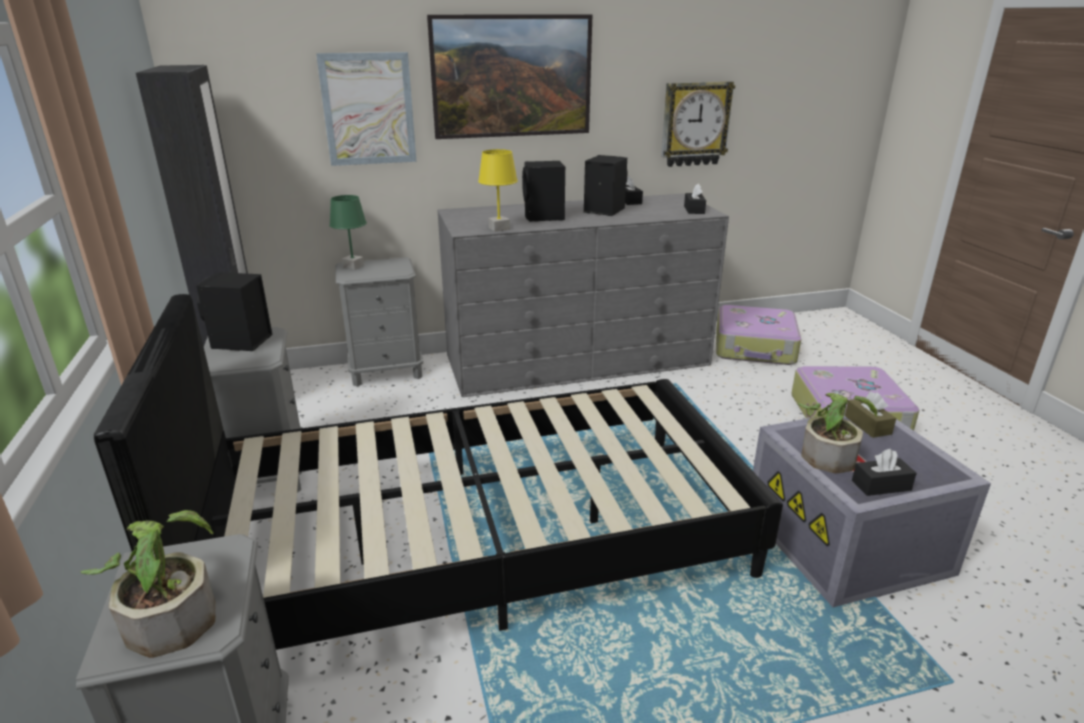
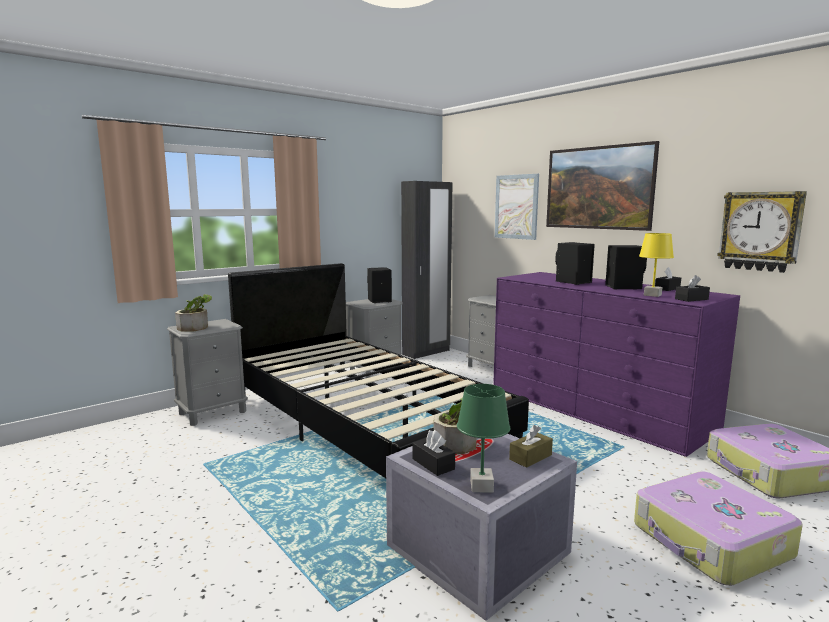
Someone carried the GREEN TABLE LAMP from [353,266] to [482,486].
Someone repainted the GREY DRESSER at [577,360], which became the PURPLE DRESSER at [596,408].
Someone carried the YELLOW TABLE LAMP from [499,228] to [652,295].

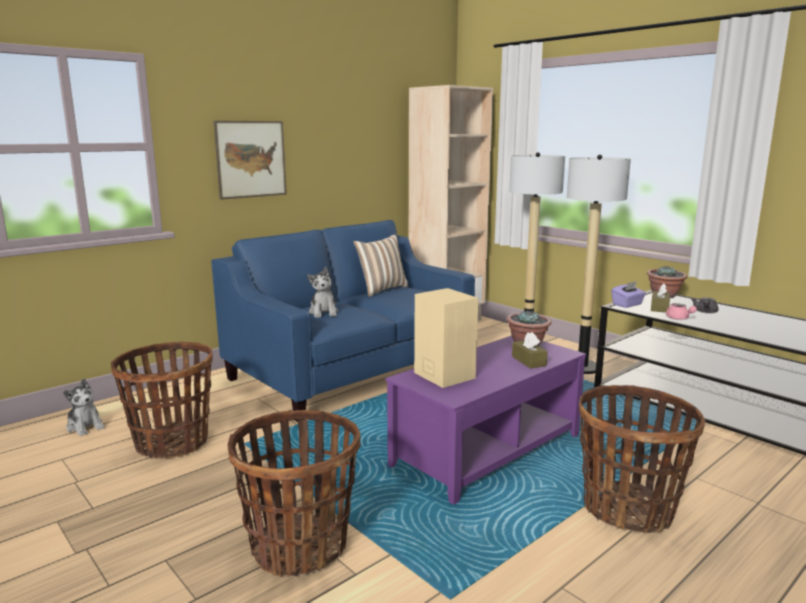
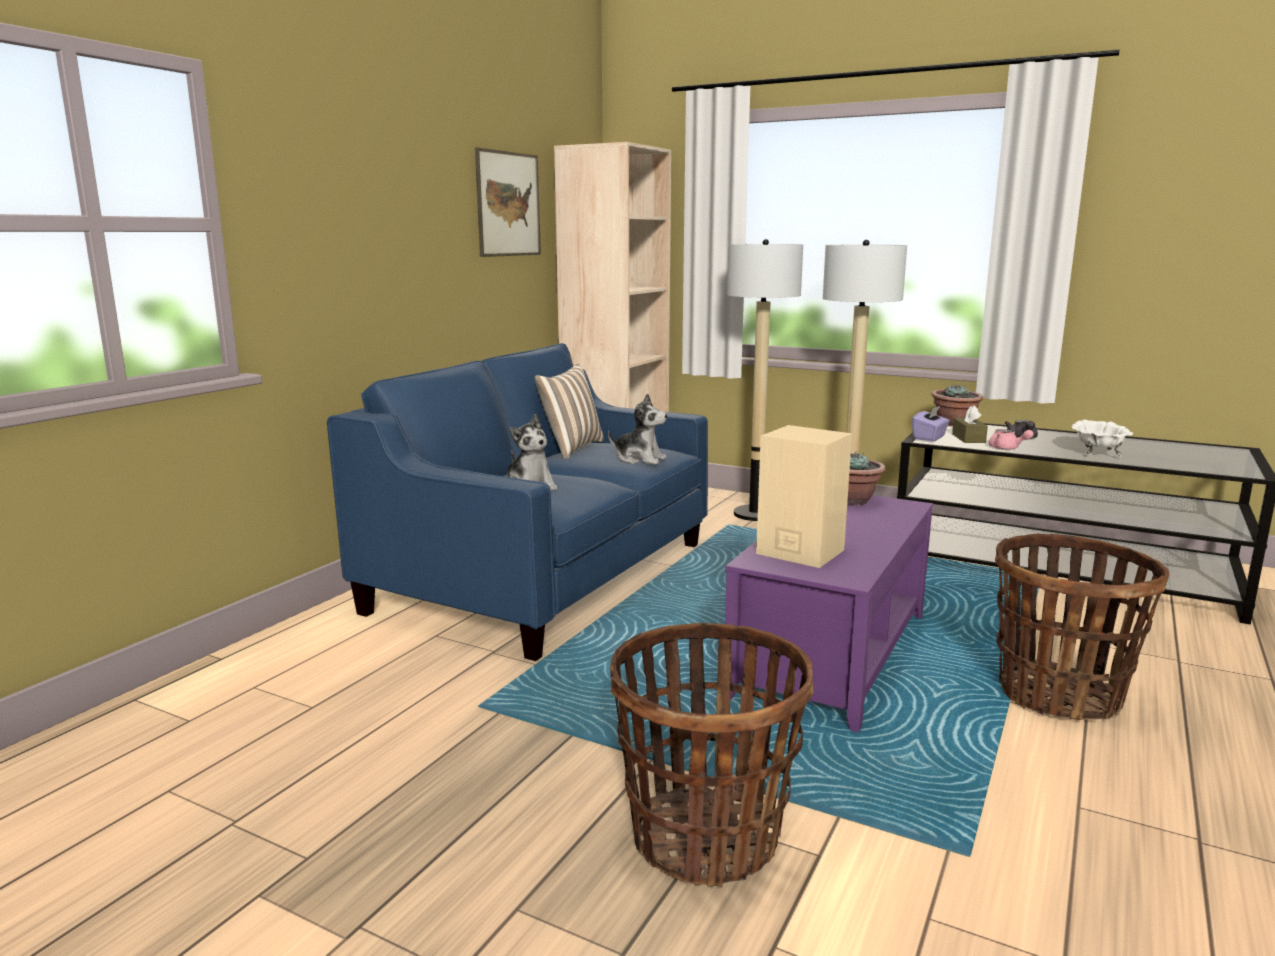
Someone carried the PLUSH TOY from [85,426] to [639,459].
Someone took away the BASKET at [171,442].
Someone carried the PICTURE from [251,159] to [508,204].
Someone took away the BROWN TISSUE BOX at [528,361].
Someone put down the WHITE BOWL at [1097,453].

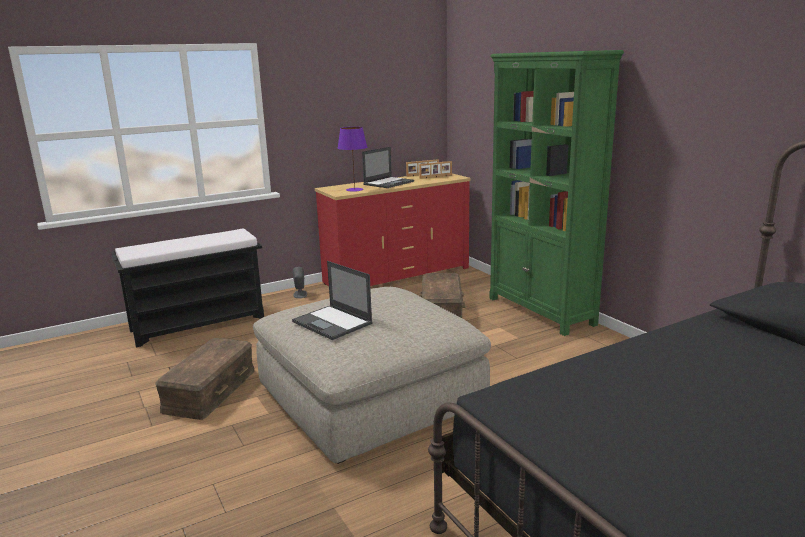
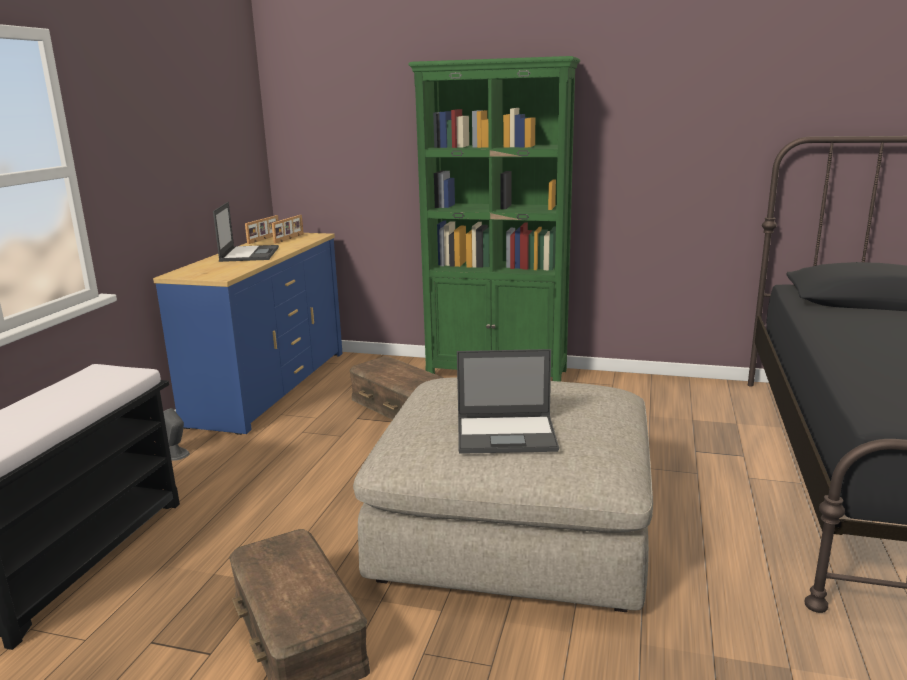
Someone repainted the RED DRESSER at [397,275], which became the BLUE DRESSER at [269,387].
Someone took away the PURPLE TABLE LAMP at [354,189].

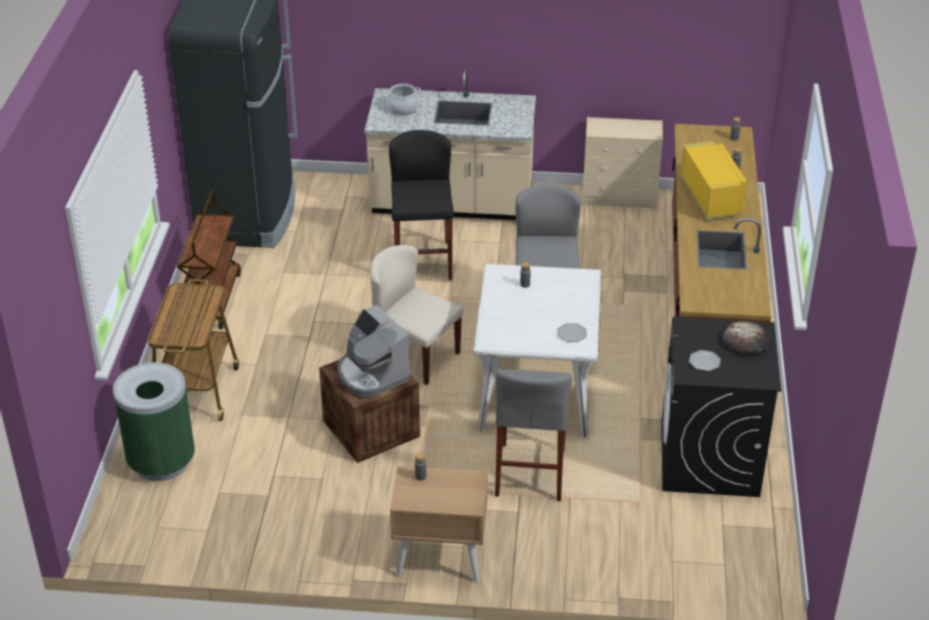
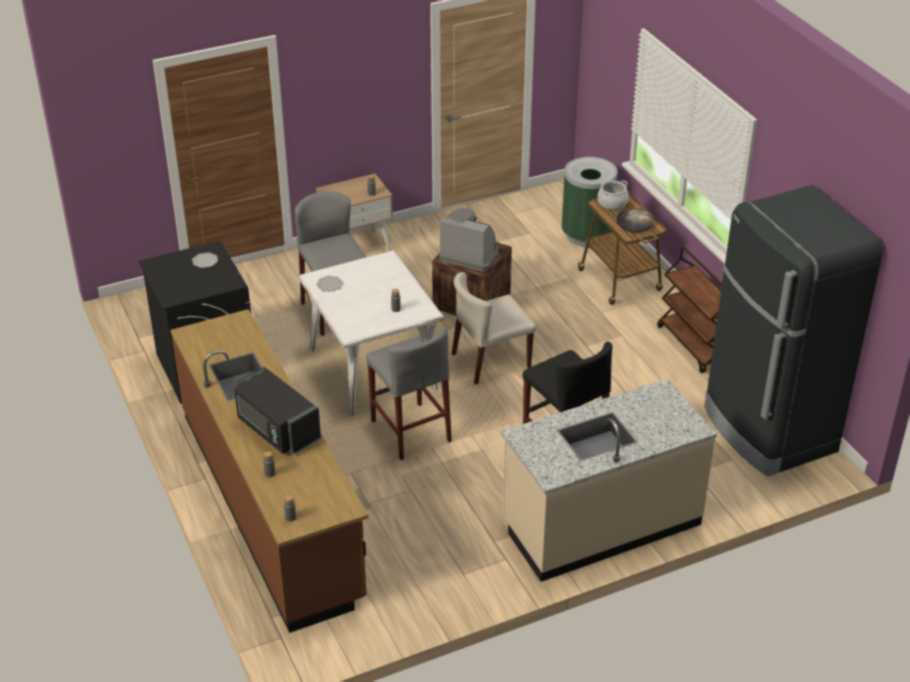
Someone rotated the BEIGE CHAIR at [414,356] by 150 degrees clockwise.
Someone carried the COOKING POT from [403,108] to [612,203].
Someone took away the BEIGE DRESSER at [620,198].
Someone repainted the YELLOW MICROWAVE at [712,197], which became the BLACK MICROWAVE at [276,429].
Someone carried the BREAD from [746,341] to [634,222].

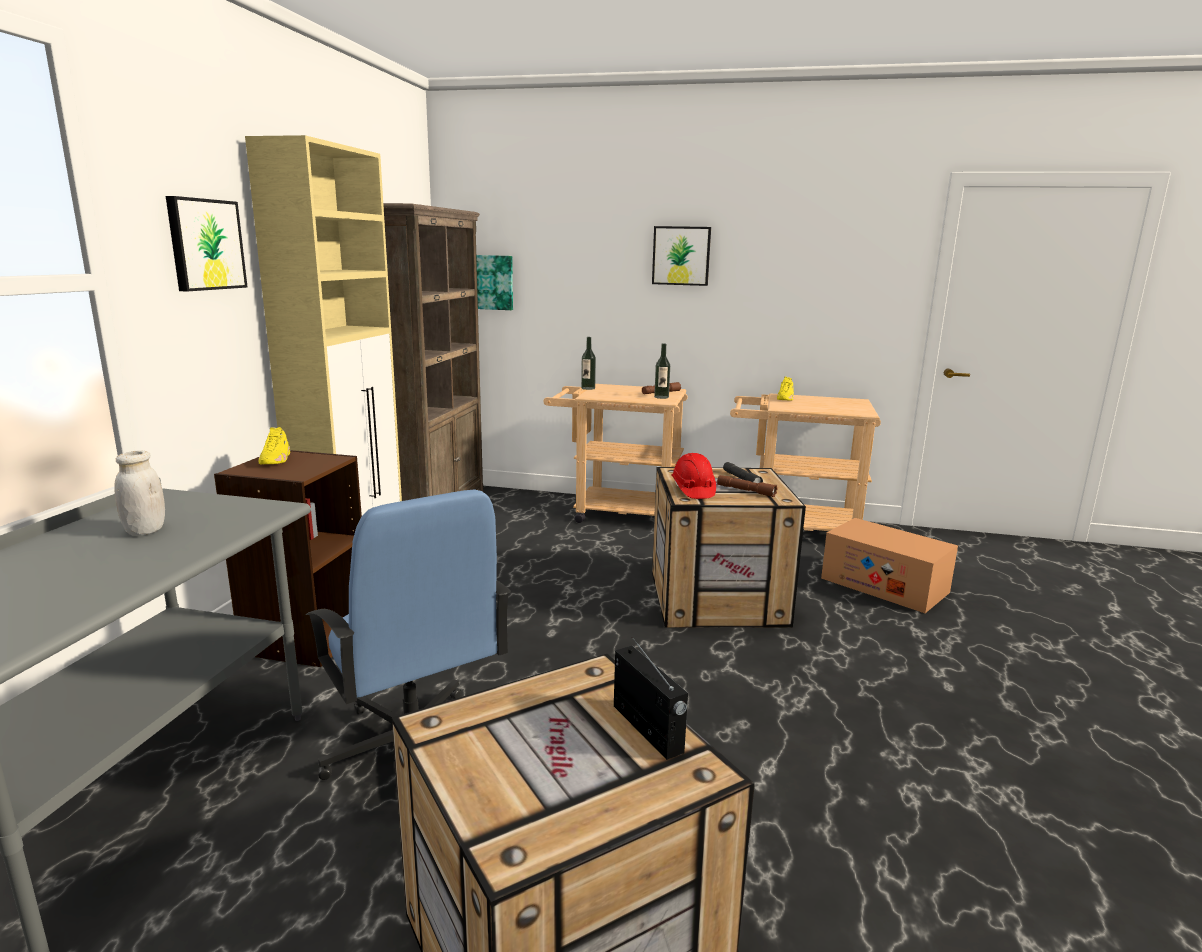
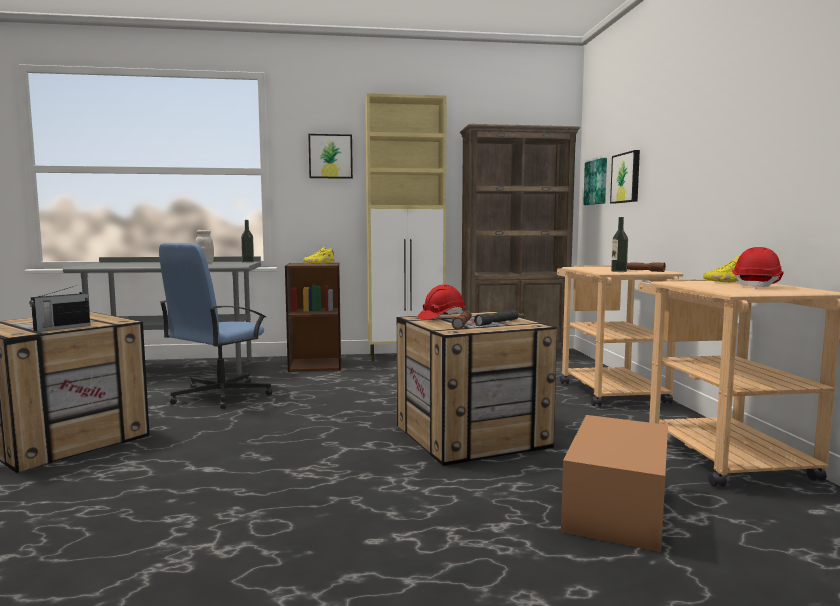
Someone carried the BOTTLE from [588,388] to [248,262].
Someone carried the PICTURE from [681,256] to [626,178].
Someone put down the RED HARD HAT at [757,286].

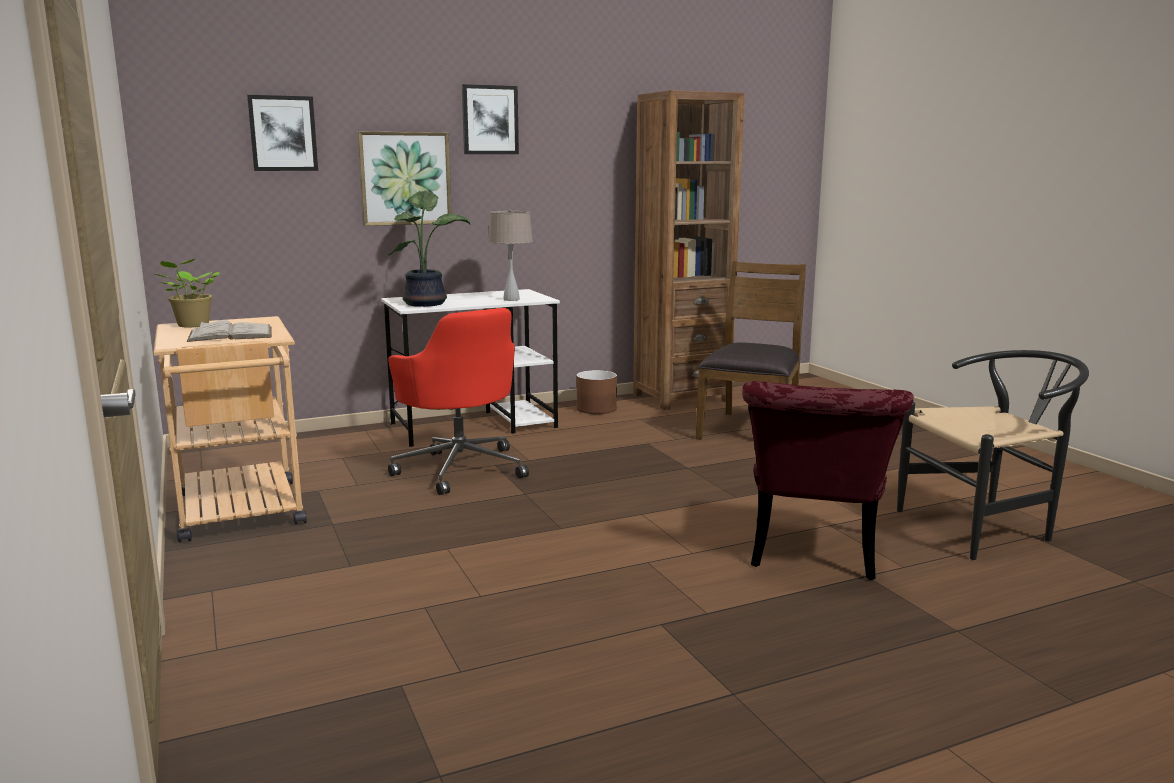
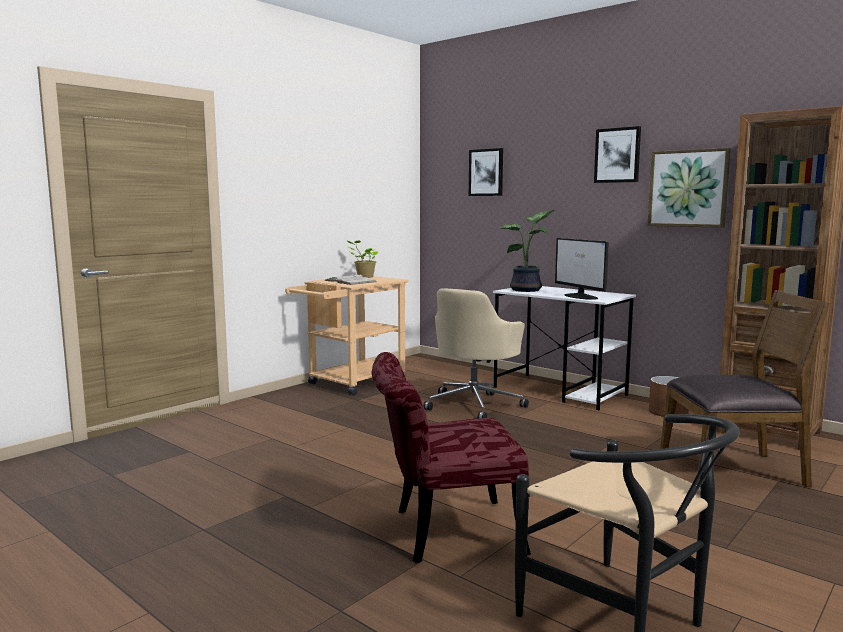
Someone carried the PICTURE from [405,178] to [688,188].
Someone repainted the RED OFFICE CHAIR at [460,468], which became the BEIGE OFFICE CHAIR at [475,404].
Someone swapped the BEIGE TABLE LAMP at [511,299] for the MONITOR at [581,296].

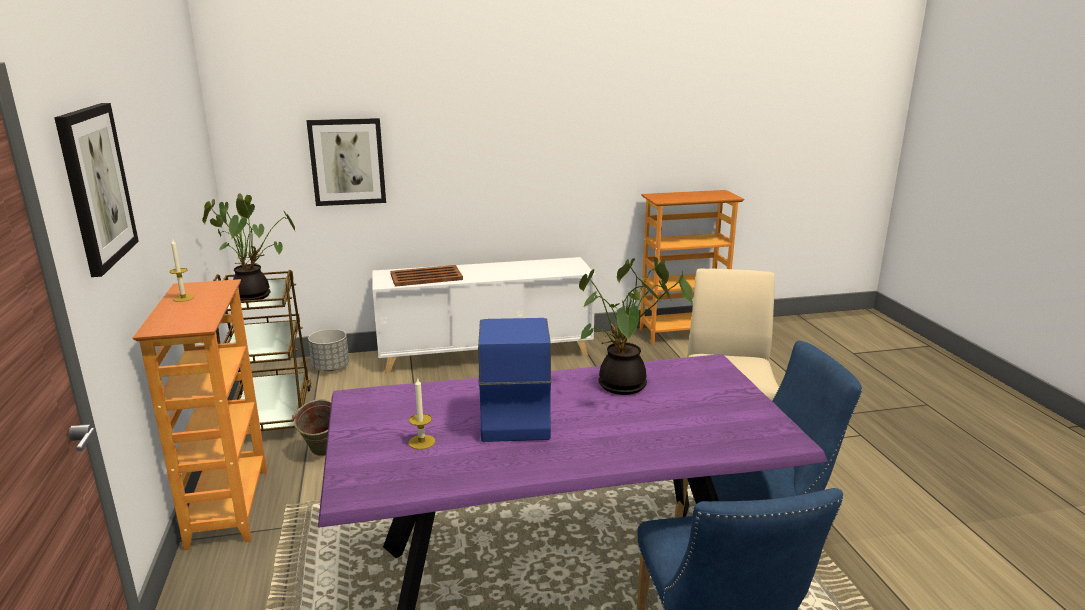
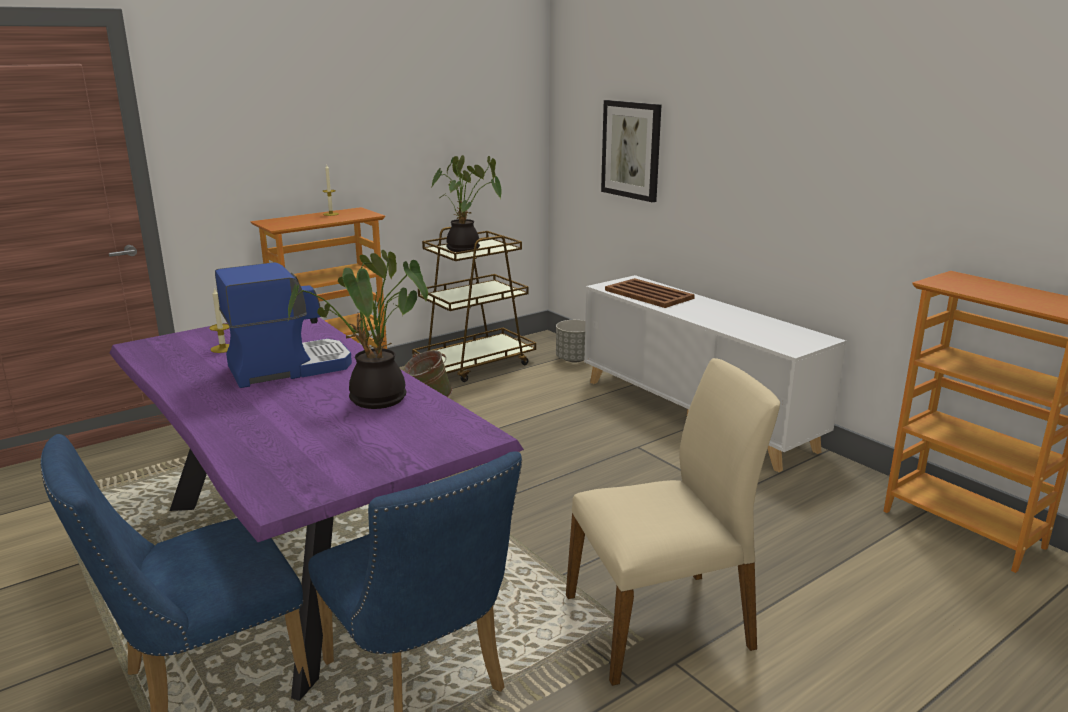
Someone took away the PICTURE at [96,186].

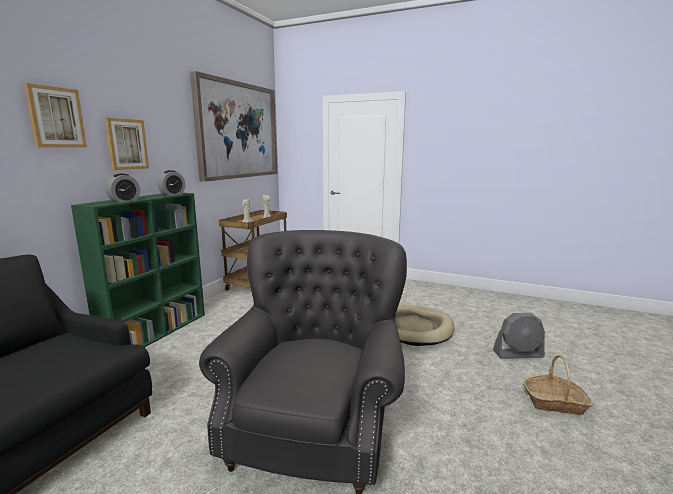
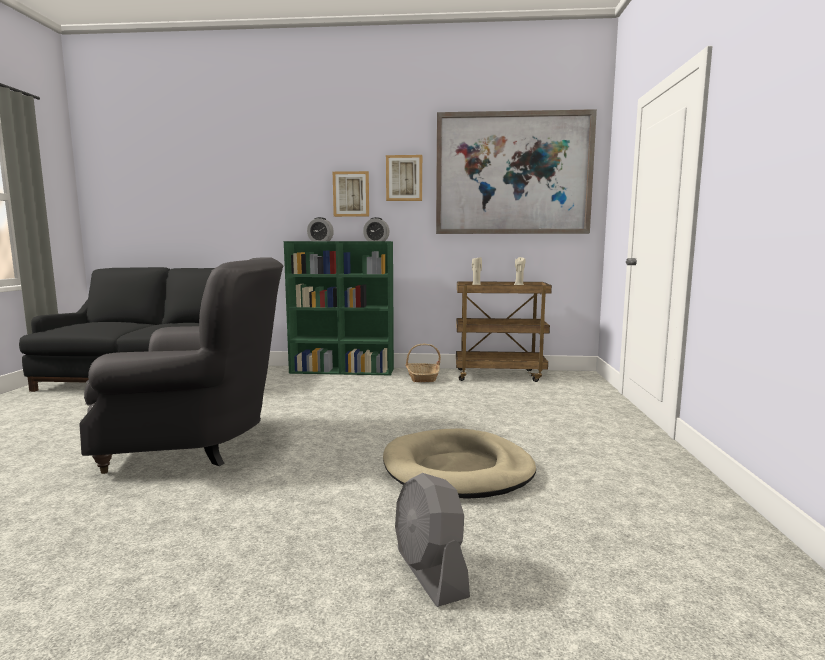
Someone carried the PICTURE from [56,117] to [404,178].
Someone carried the BASKET from [555,402] to [422,378].

